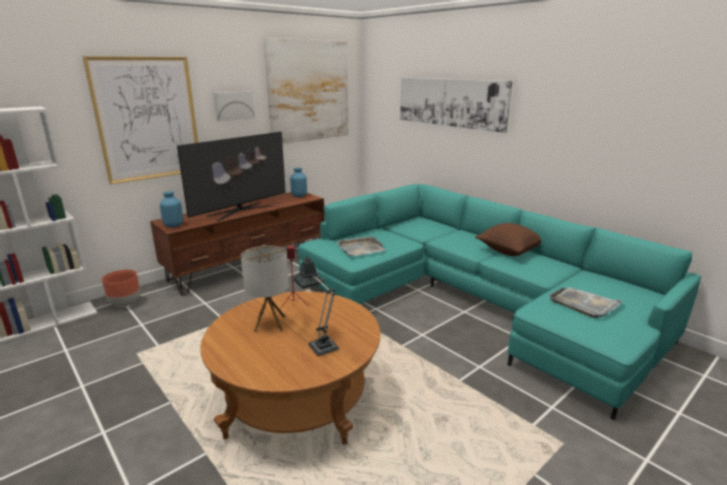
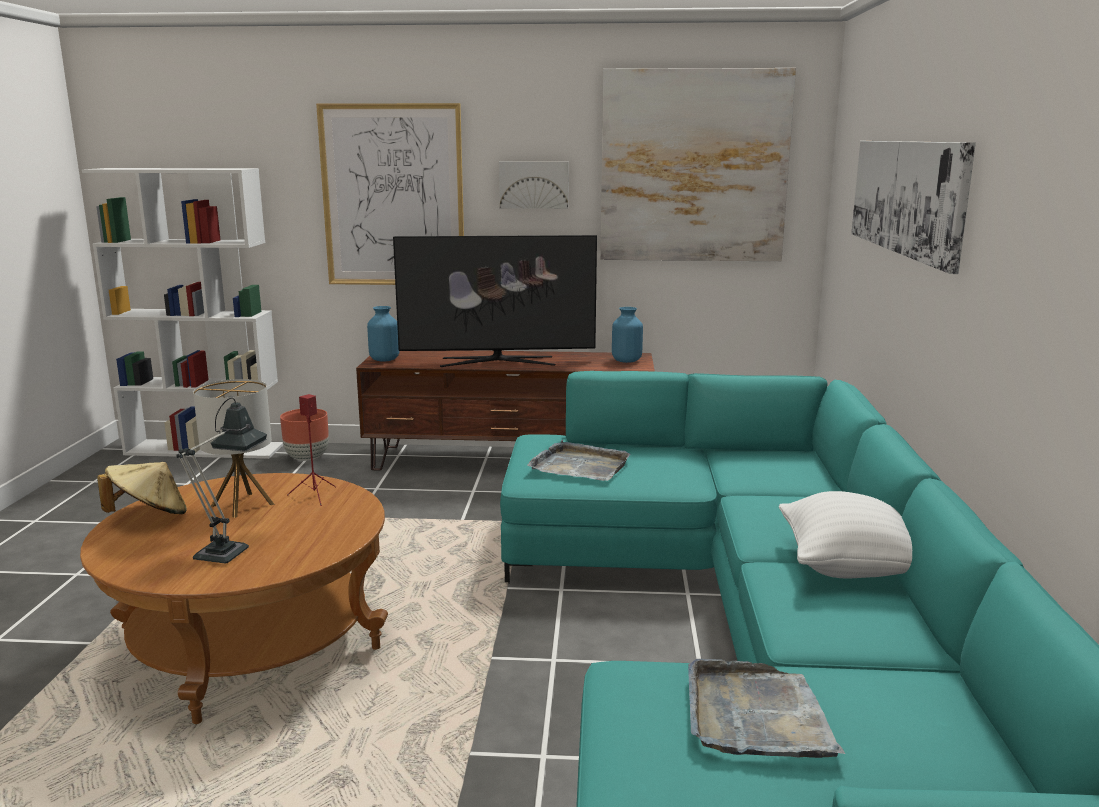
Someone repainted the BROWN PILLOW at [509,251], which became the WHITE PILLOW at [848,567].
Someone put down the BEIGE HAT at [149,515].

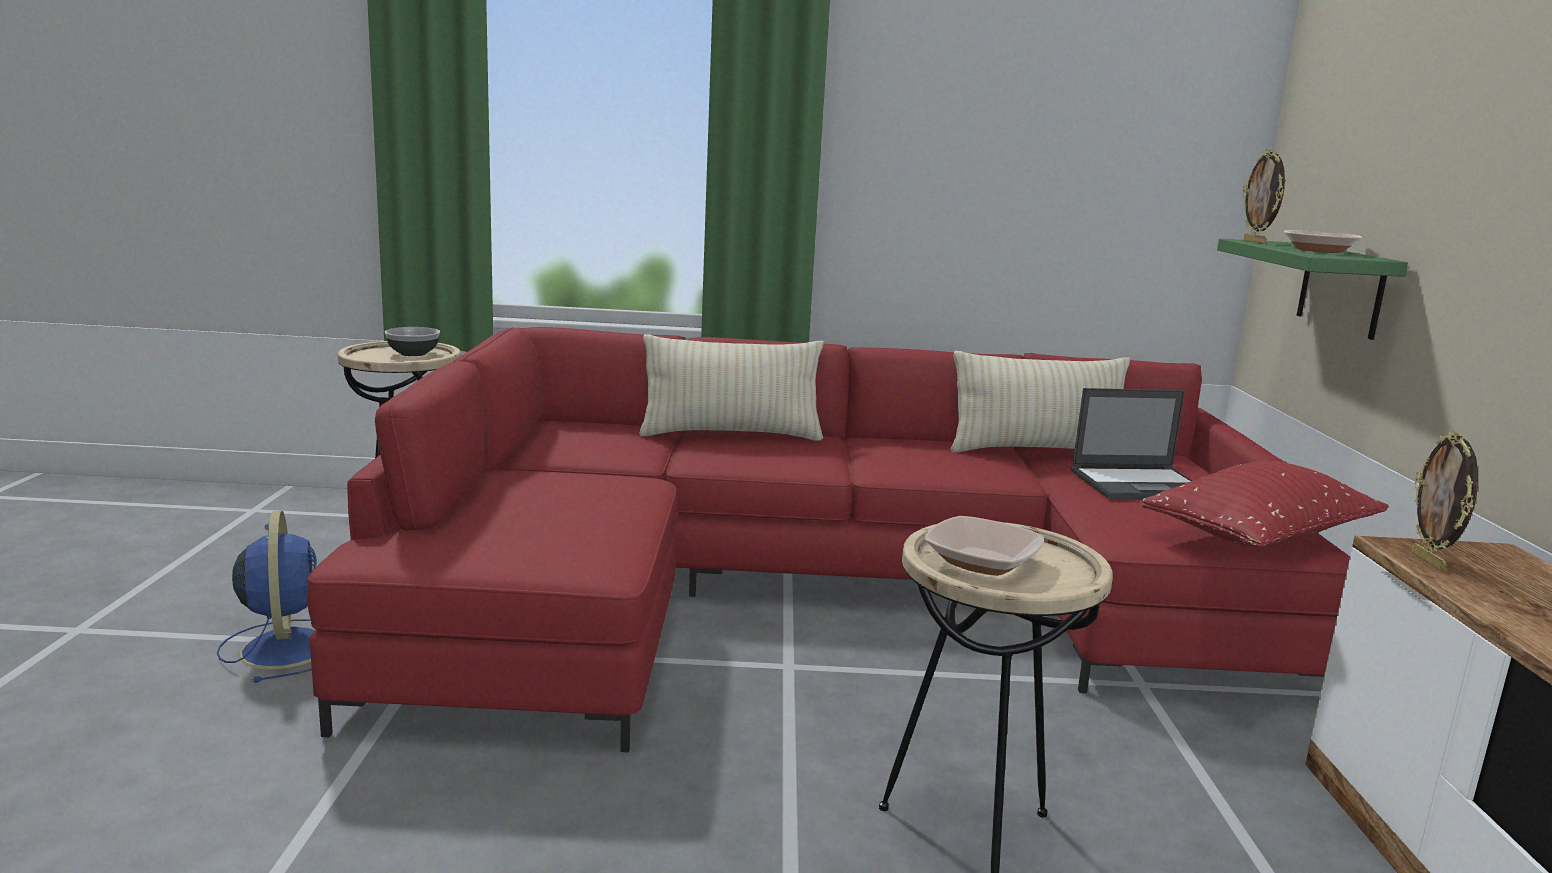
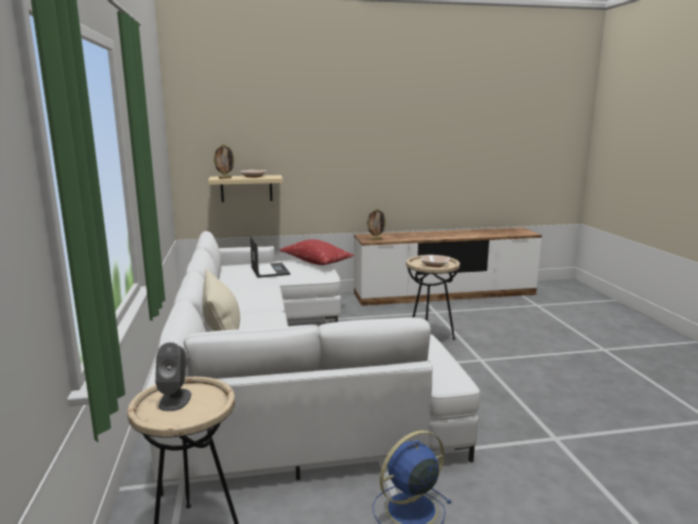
Someone repainted the RED SOFA at [818,596], which became the WHITE SOFA at [275,370].
Someone swapped the BOWL at [413,354] for the GREY SPEAKER at [175,399].
Someone took away the BEIGE PILLOW at [1036,451].
Someone repainted the GREEN SHELF at [1341,289], which became the BEIGE SHELF at [246,188].

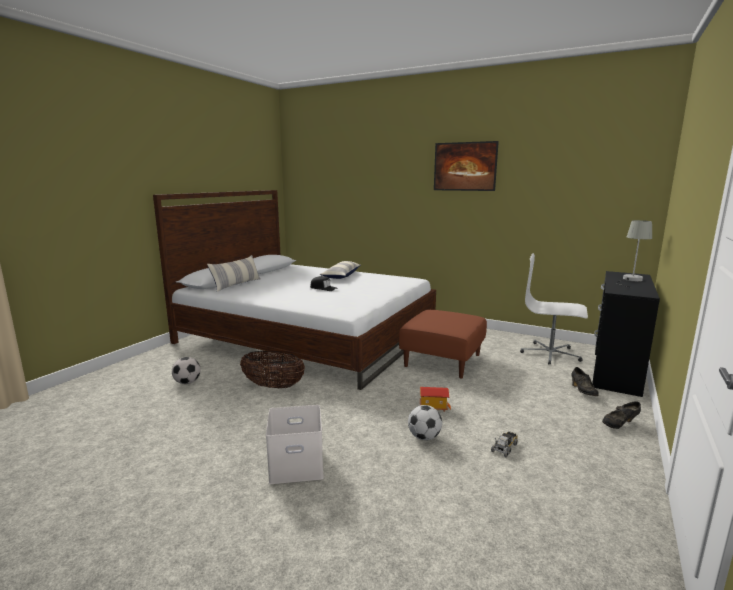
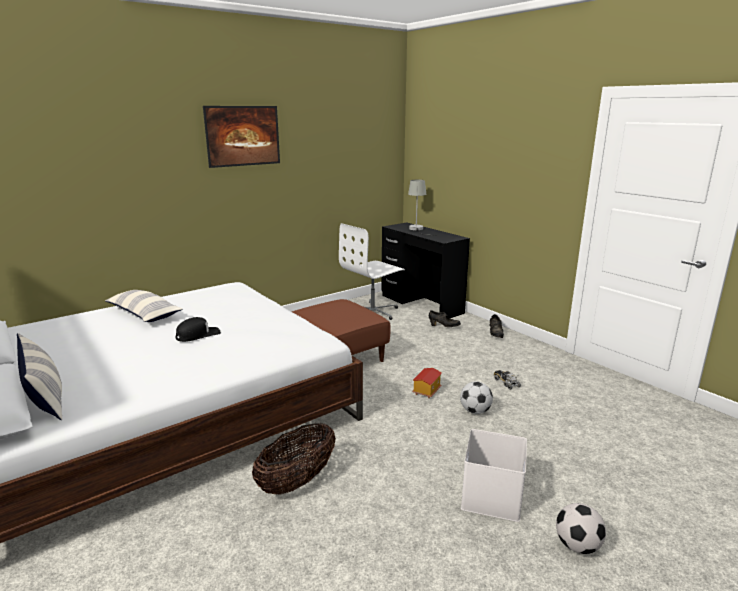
Someone carried the FOOTBALL from [187,382] to [577,545].

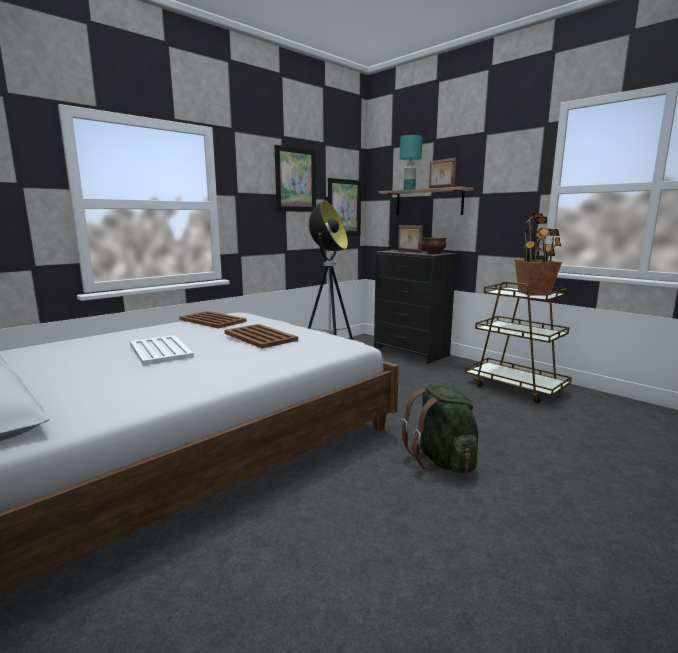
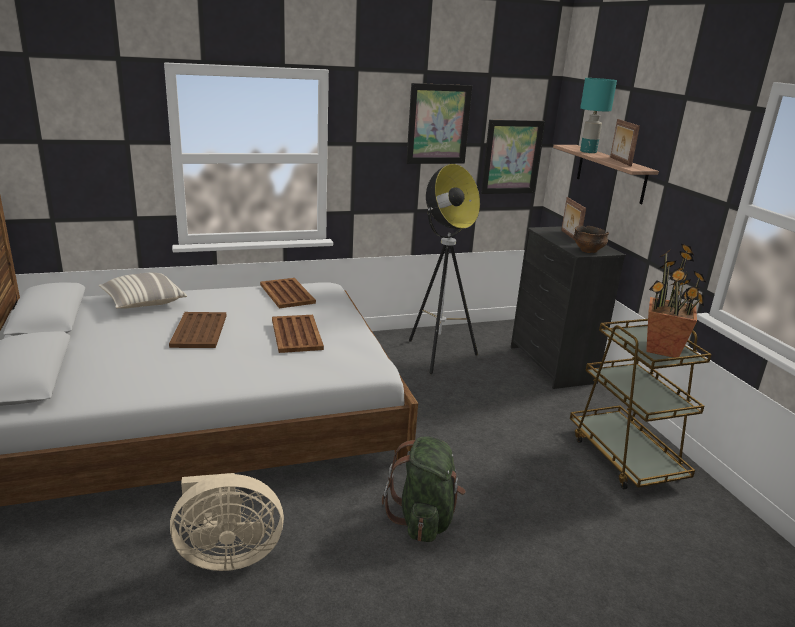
Someone repainted the WHITE TRAY at [160,350], which became the BROWN TRAY at [199,330].
Someone put down the PILLOW at [143,302].
Someone put down the BEIGE FAN at [226,554].

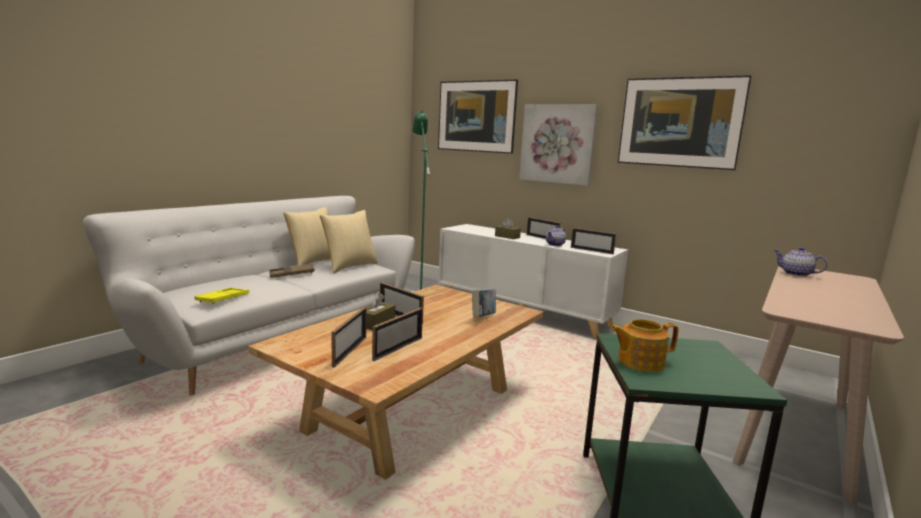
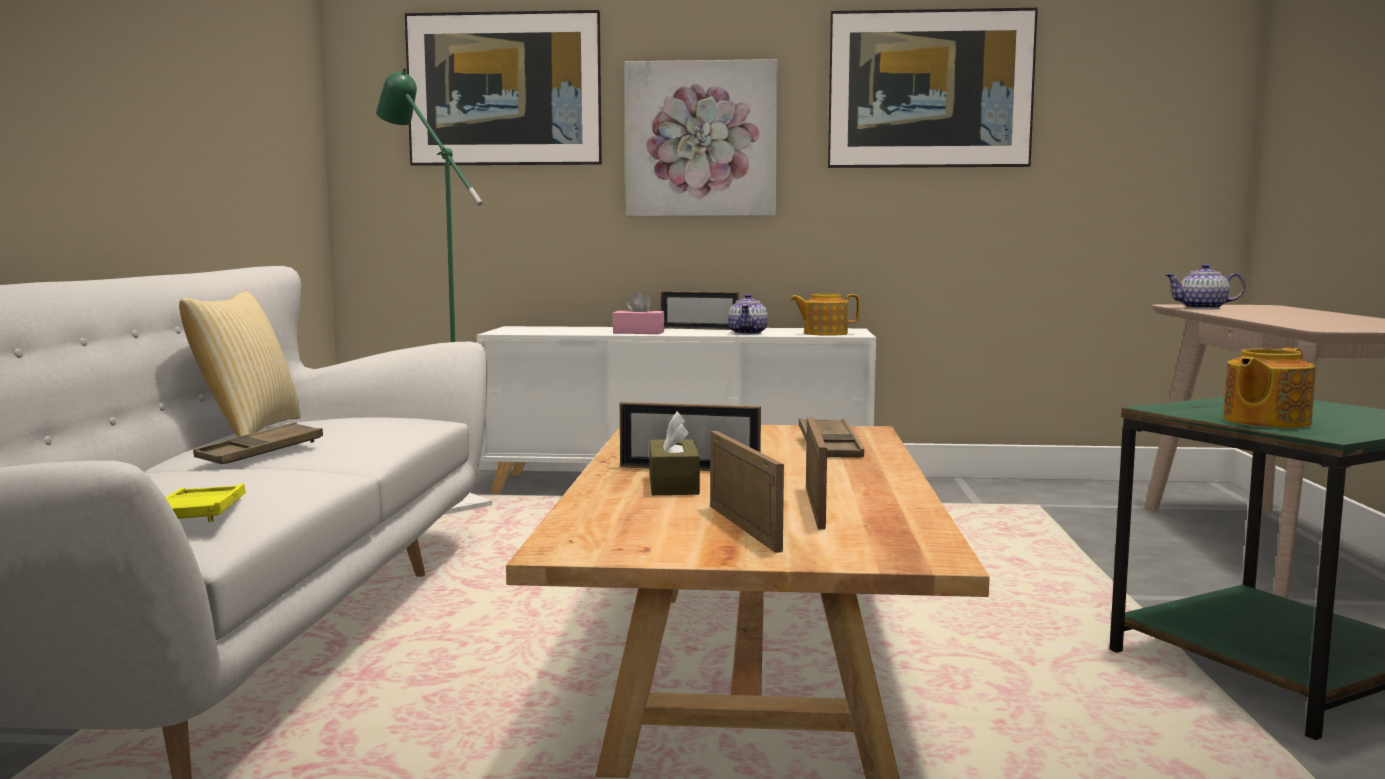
Someone took away the PILLOW at [349,266].
Someone swapped the BOOK at [483,317] for the BROWN TRAY at [829,447].
Someone repainted the BROWN TISSUE BOX at [507,237], which became the PINK TISSUE BOX at [638,332].
Someone swapped the PICTURE FRAME at [591,250] for the TEAPOT at [824,333].

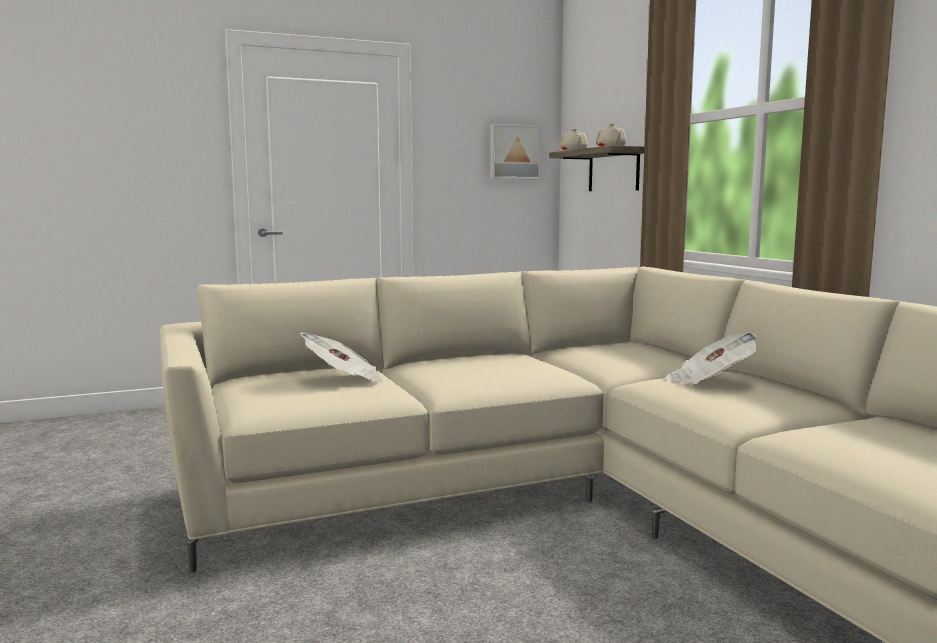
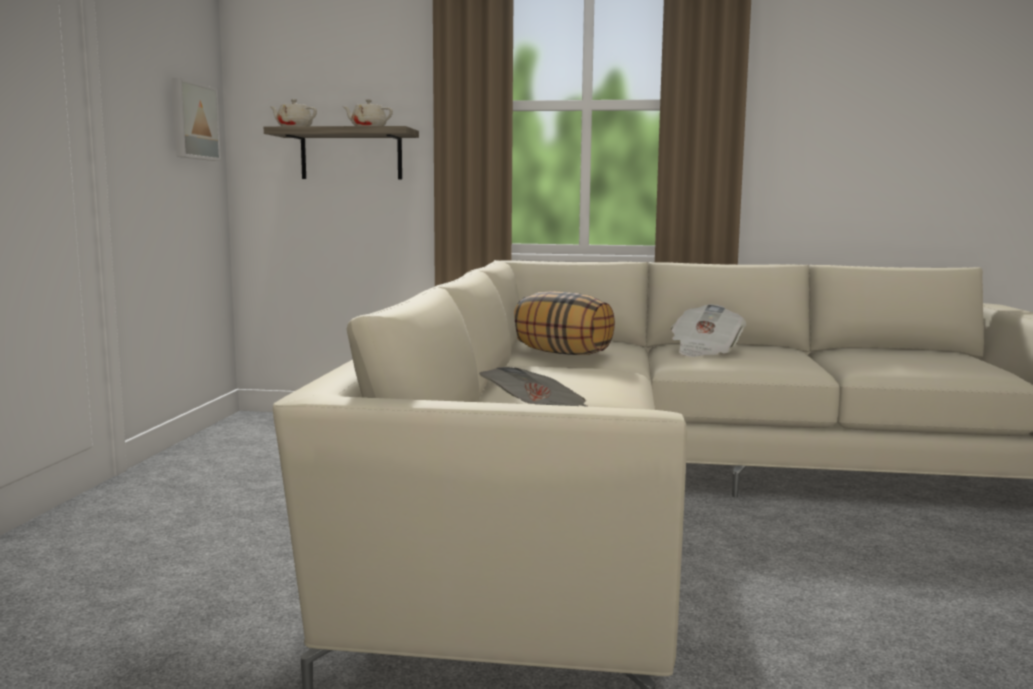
Someone put down the PILLOW at [563,353].

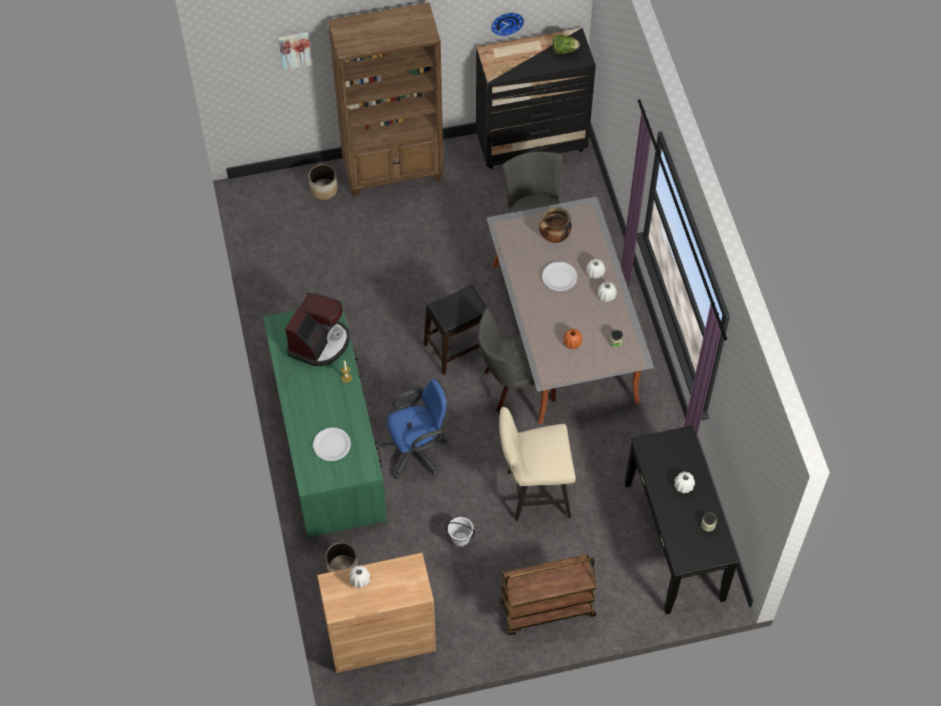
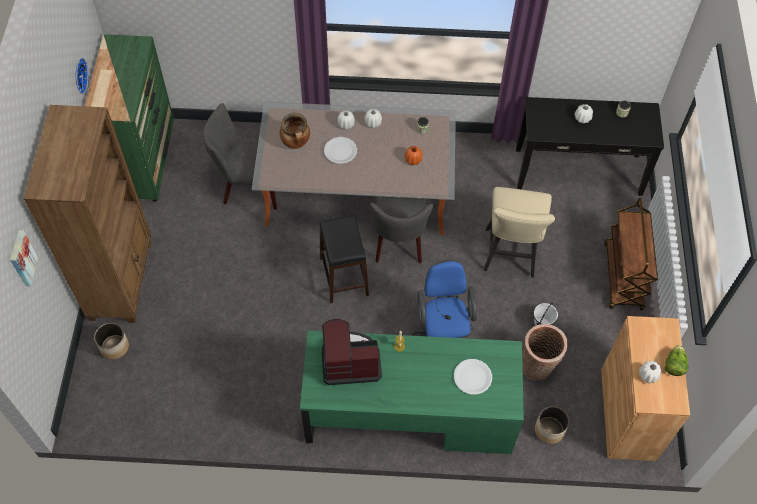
Someone rotated the COFFEE MACHINE at [319,342] by 45 degrees counterclockwise.
Someone repainted the BLACK DRESSER at [532,144], which became the GREEN DRESSER at [145,161].
Someone carried the LETTUCE from [564,50] to [674,365].
Someone put down the BASKET at [537,368].

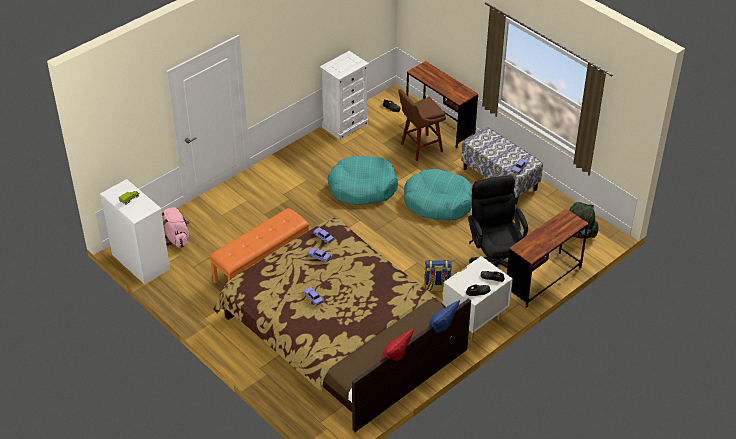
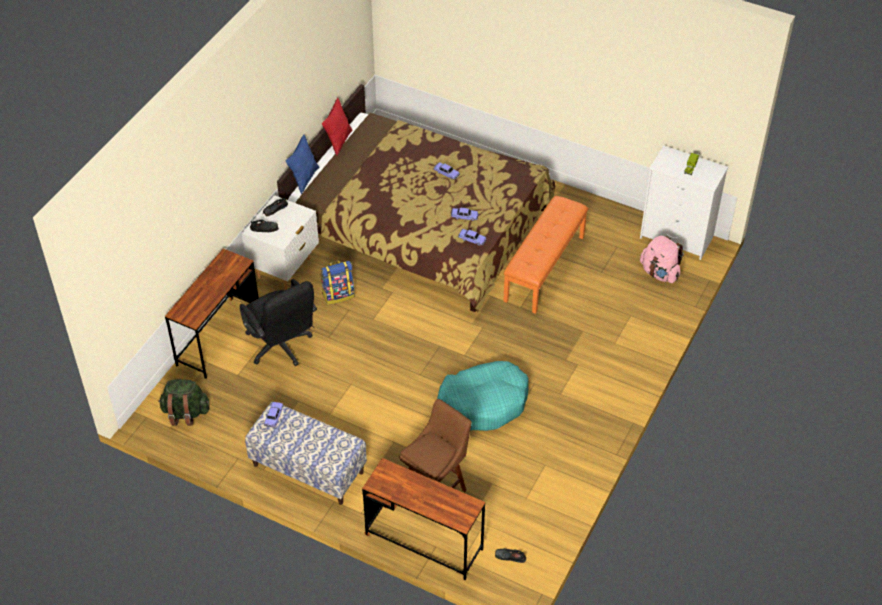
Someone took away the WHITE DRESSER at [345,125].
Someone took away the TURQUOISE DOG BED at [438,202].

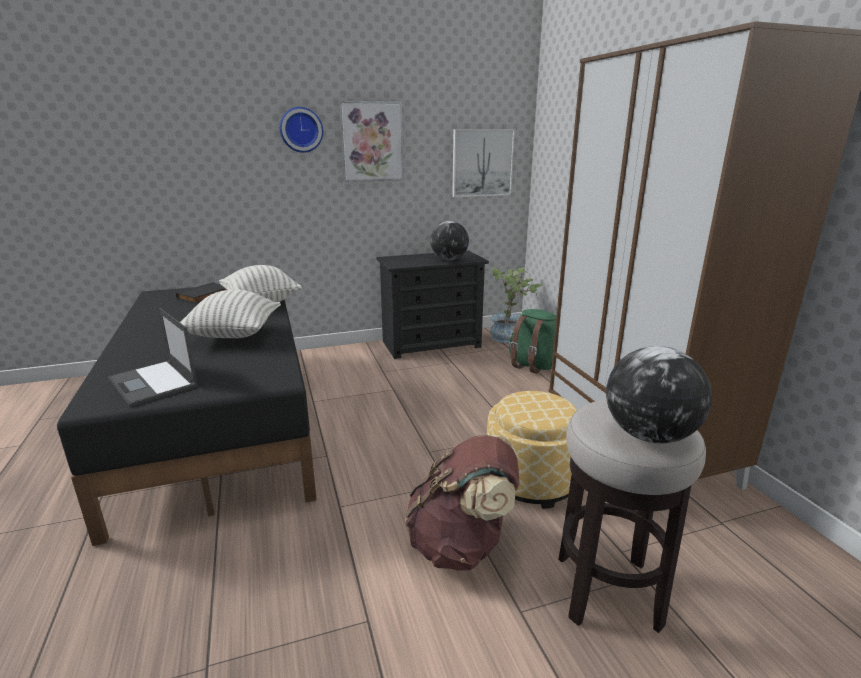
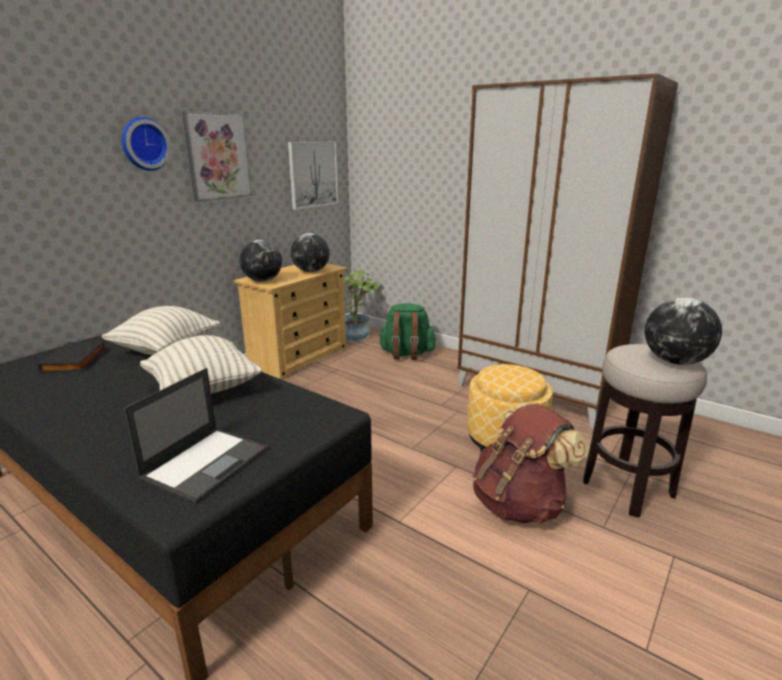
Someone rotated the LAPTOP at [153,383] by 75 degrees counterclockwise.
Someone repainted the BLACK DRESSER at [432,344], which became the BEIGE DRESSER at [299,358].
Someone put down the GLOBE at [262,280].

